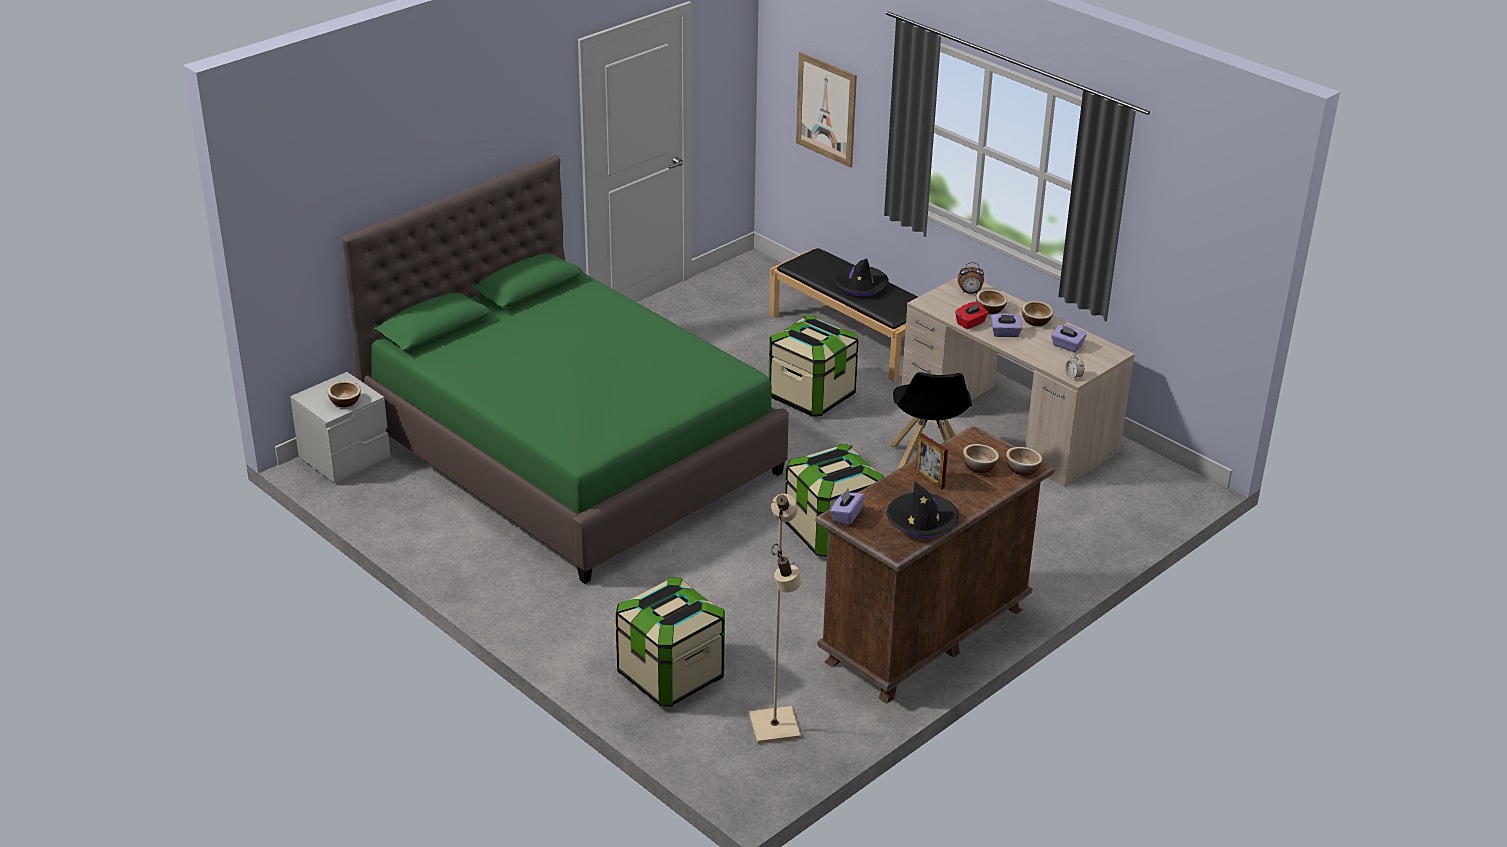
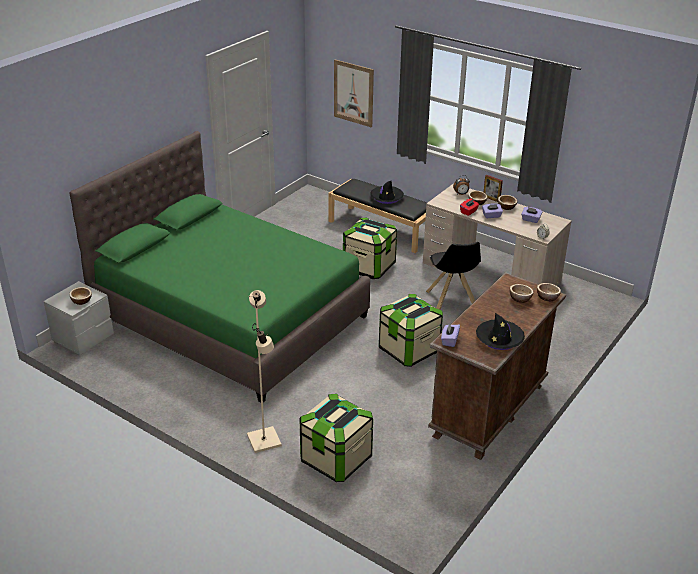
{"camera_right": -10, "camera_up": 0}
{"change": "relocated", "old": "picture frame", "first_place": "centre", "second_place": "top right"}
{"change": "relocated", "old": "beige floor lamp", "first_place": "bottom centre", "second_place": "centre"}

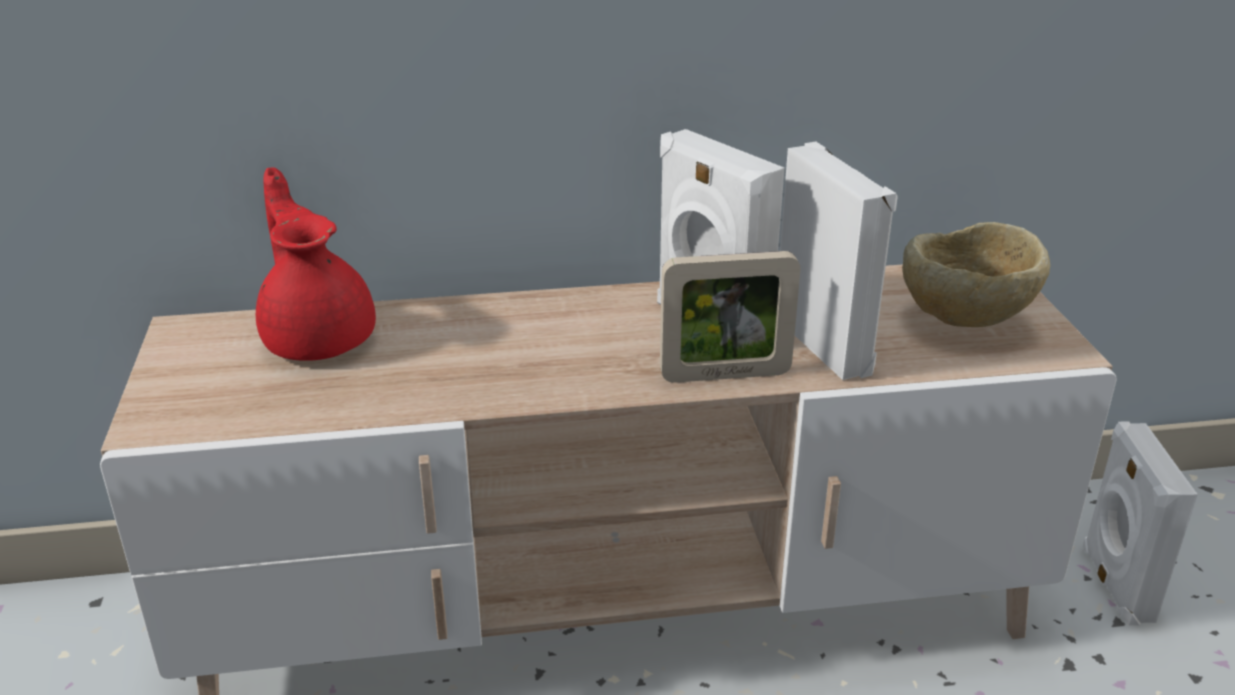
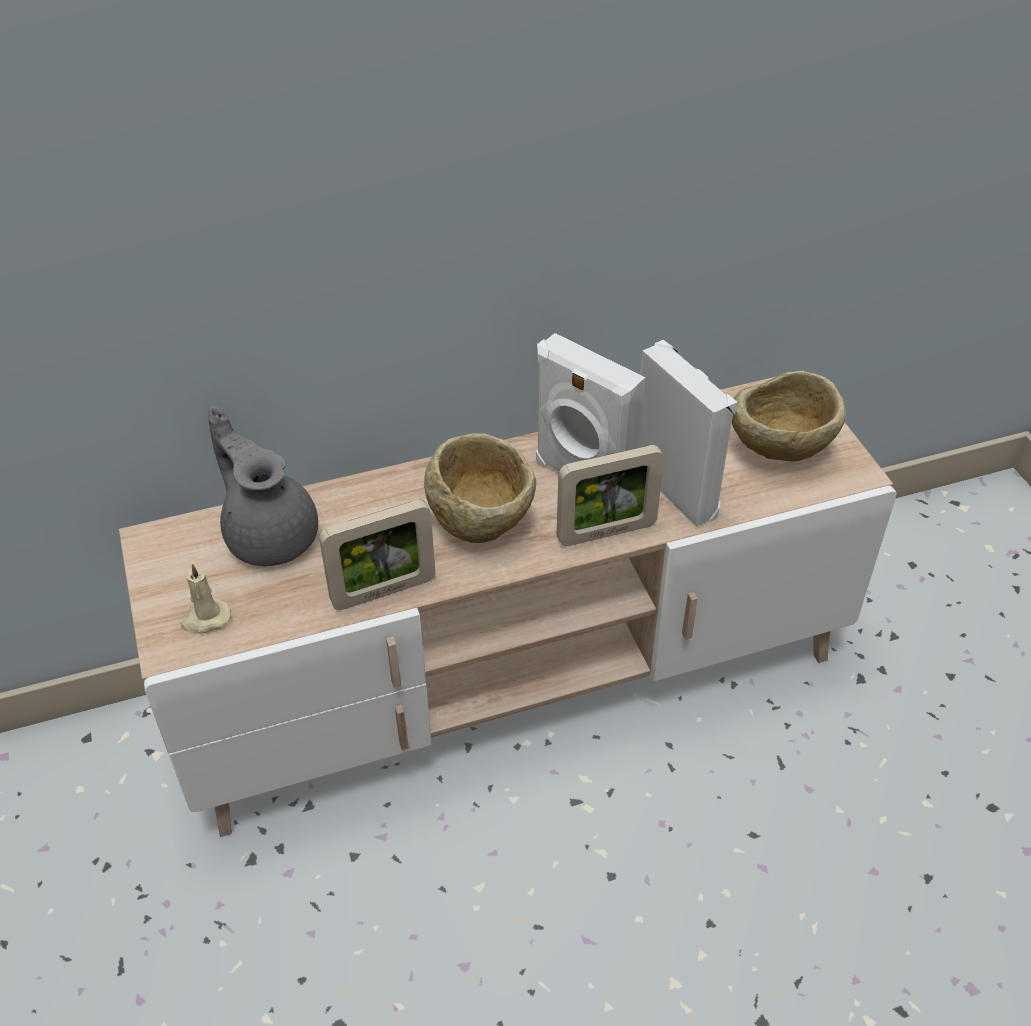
{"camera_right": -10, "camera_up": 15}
{"change": "colour", "old": "red teapot", "new": "grey teapot", "first_place": "middle left", "second_place": "middle left"}
{"change": "missing", "old": "white speaker (no. 3 from left)", "first_place": "bottom right"}
{"change": "appeared", "new": "beige bowl (no. 1 from left)", "second_place": "centre"}
{"change": "appeared", "new": "picture frame (no. 1 from left)", "second_place": "centre"}
{"change": "appeared", "new": "beige candle", "second_place": "middle left"}

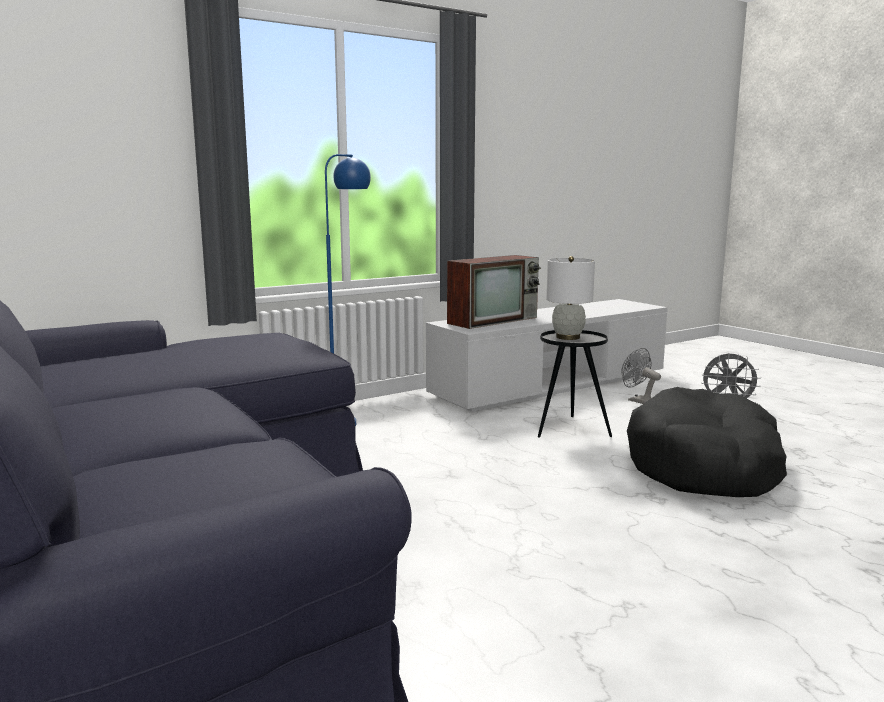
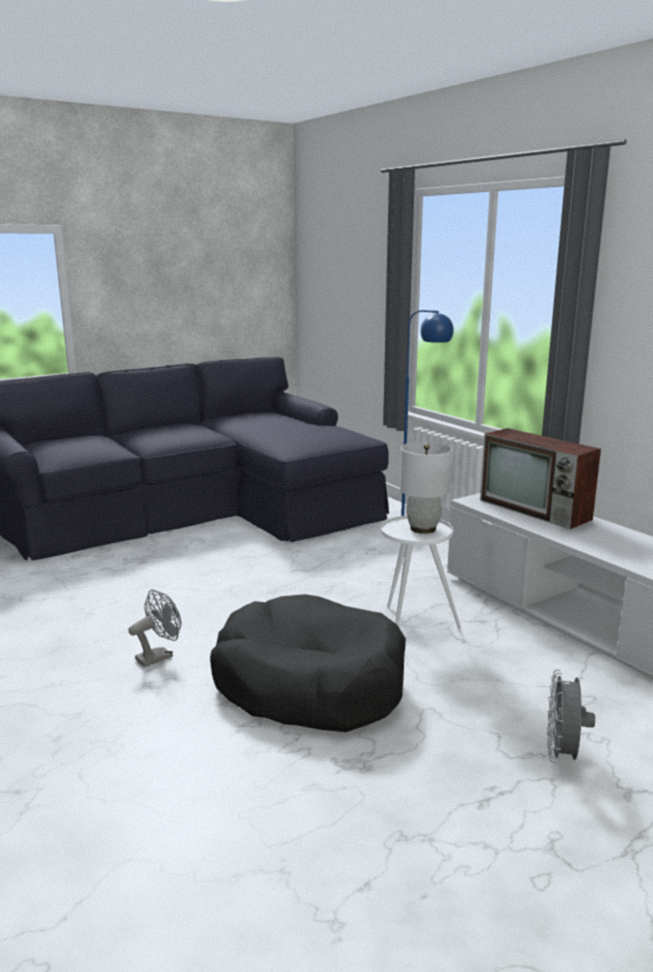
{"camera_right": 90, "camera_up": 5}
{"change": "colour", "old": "black side table", "new": "white side table", "first_place": "centre", "second_place": "centre"}
{"change": "relocated", "old": "grey fan (no. 1 from left)", "first_place": "middle right", "second_place": "middle left"}

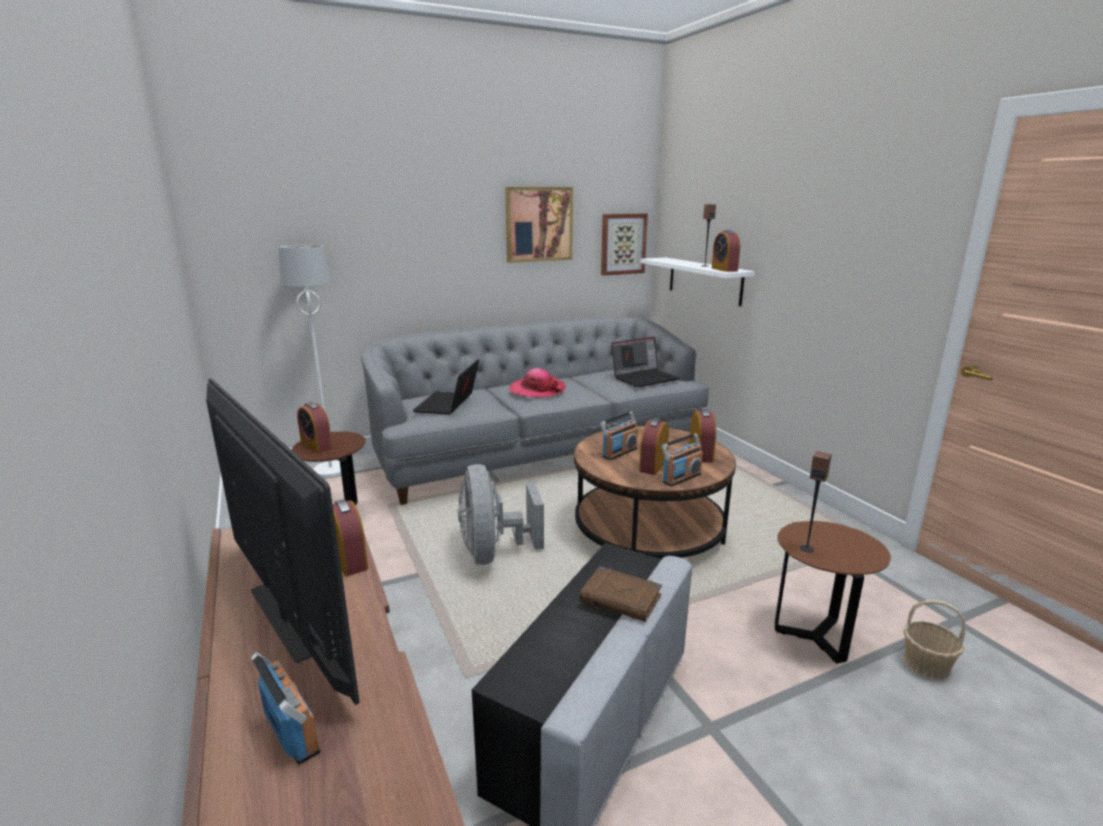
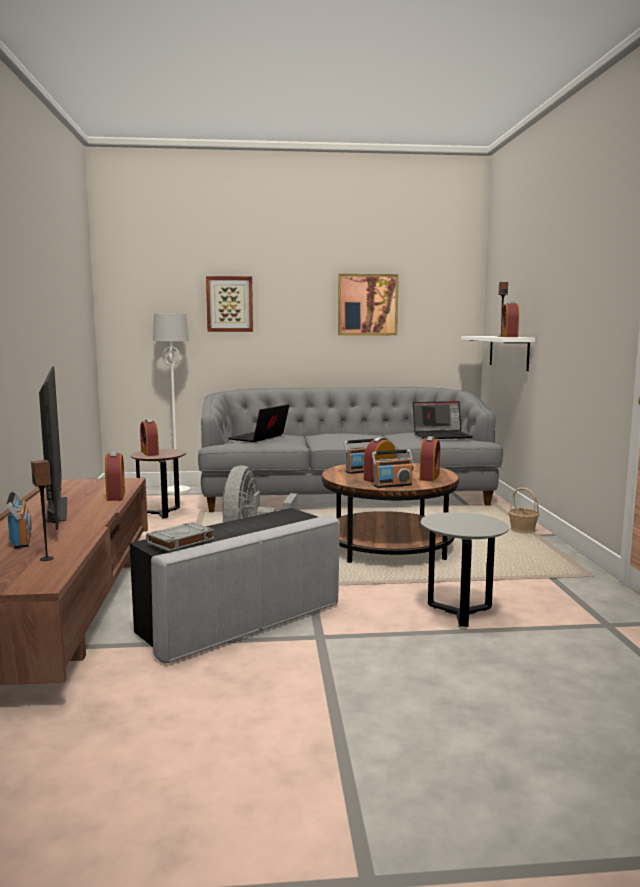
{"camera_right": 20, "camera_up": -10}
{"change": "relocated", "old": "picture (no. 2 from left in the first image)", "new": "picture (no. 1 from left)", "first_place": "top centre", "second_place": "centre"}
{"change": "missing", "old": "hat", "first_place": "centre"}
{"change": "relocated", "old": "speaker (no. 2 from left in the first image)", "new": "speaker (no. 1 from left)", "first_place": "middle right", "second_place": "middle left"}
{"change": "colour", "old": "brown side table (no. 2 from left)", "new": "grey side table", "first_place": "bottom right", "second_place": "middle right"}
{"change": "missing", "old": "brown book", "first_place": "bottom centre"}
{"change": "relocated", "old": "basket", "first_place": "bottom right", "second_place": "middle right"}
{"change": "appeared", "new": "grey book", "second_place": "middle left"}

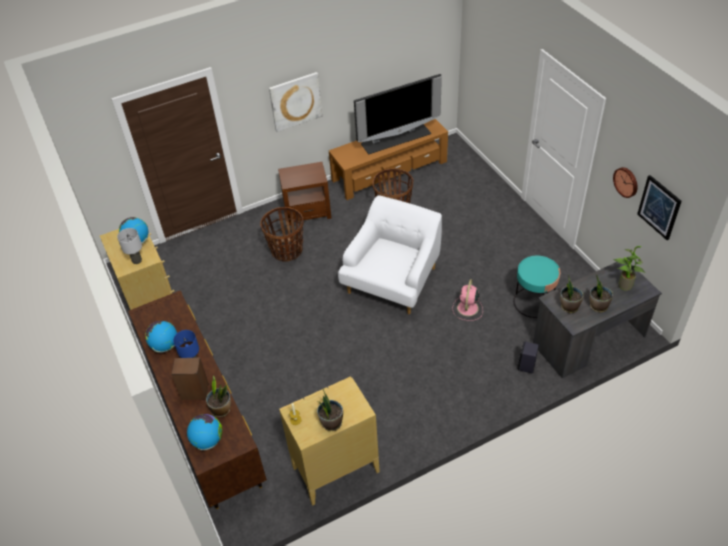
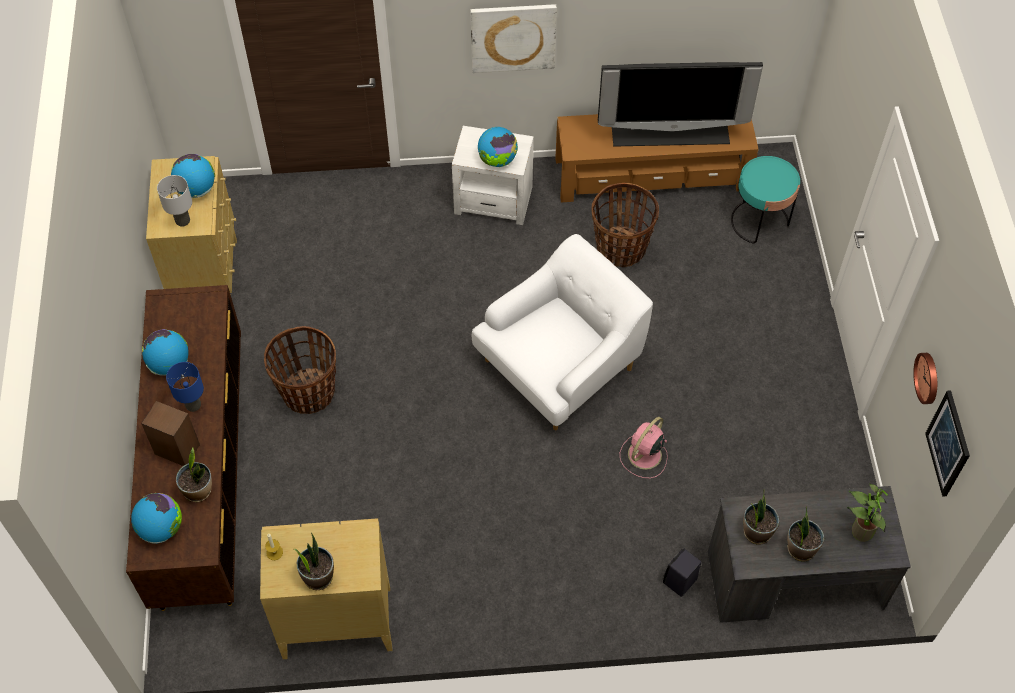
{"camera_right": 20, "camera_up": 10}
{"change": "colour", "old": "brown side table", "new": "white side table", "first_place": "centre", "second_place": "top centre"}
{"change": "relocated", "old": "basket (no. 1 from left)", "first_place": "centre", "second_place": "middle left"}
{"change": "relocated", "old": "turquoise side table", "first_place": "middle right", "second_place": "top right"}
{"change": "appeared", "new": "globe (no. 4 from left)", "second_place": "top centre"}

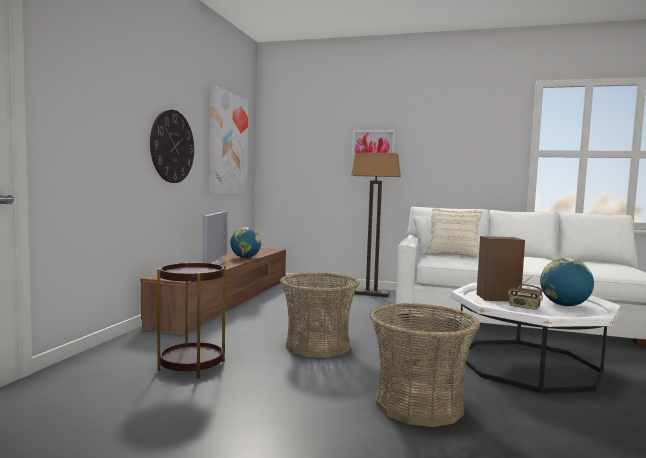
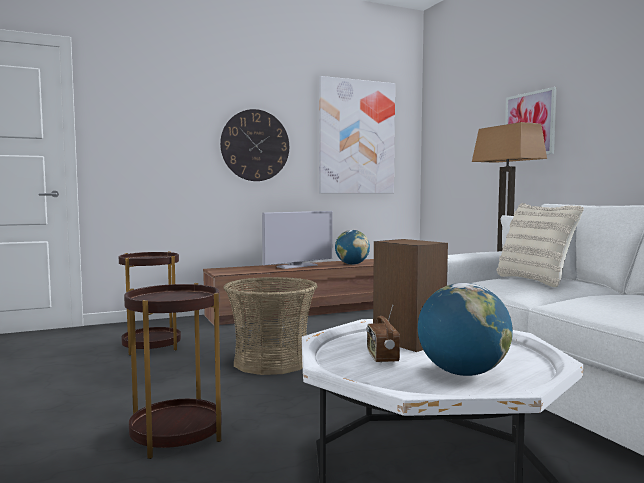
{"camera_right": 50, "camera_up": 0}
{"change": "exchanged", "old": "basket (no. 2 from left)", "new": "brown side table (no. 2 from left)", "first_place": "bottom centre", "second_place": "bottom left"}

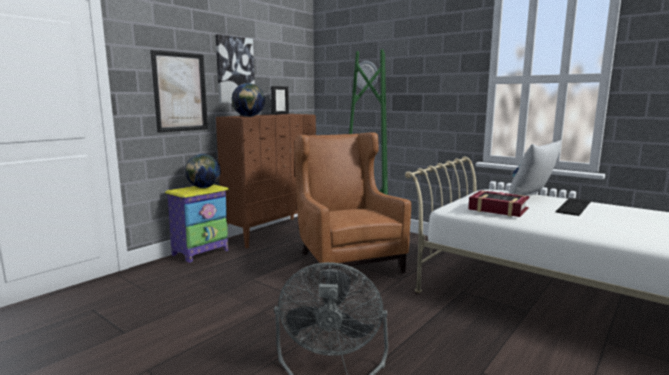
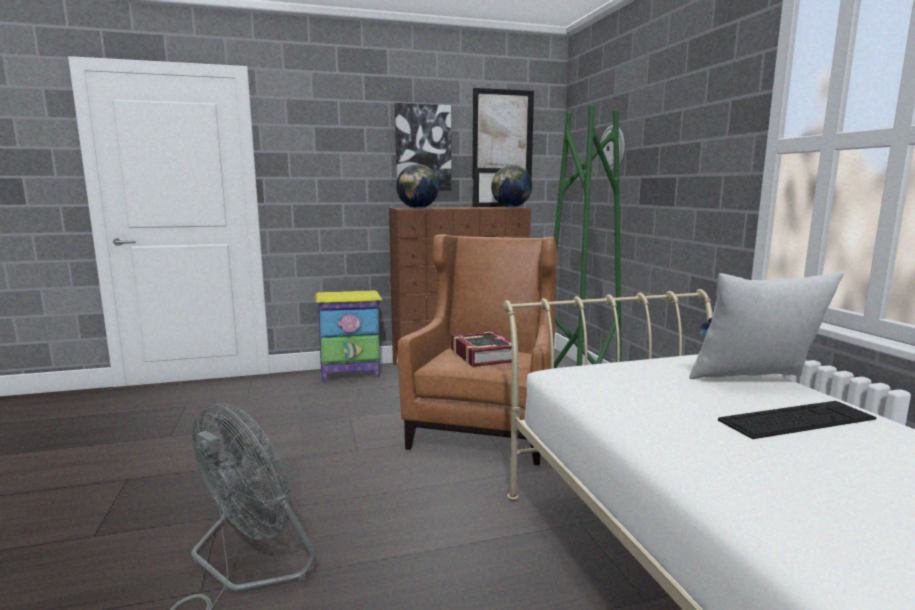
{"camera_right": 35, "camera_up": 0}
{"change": "relocated", "old": "picture (no. 1 from left in the first image)", "new": "picture (no. 2 from left)", "first_place": "top left", "second_place": "top centre"}
{"change": "relocated", "old": "globe (no. 1 from left in the first image)", "new": "globe (no. 2 from left)", "first_place": "middle left", "second_place": "top centre"}
{"change": "relocated", "old": "book", "first_place": "middle right", "second_place": "centre"}

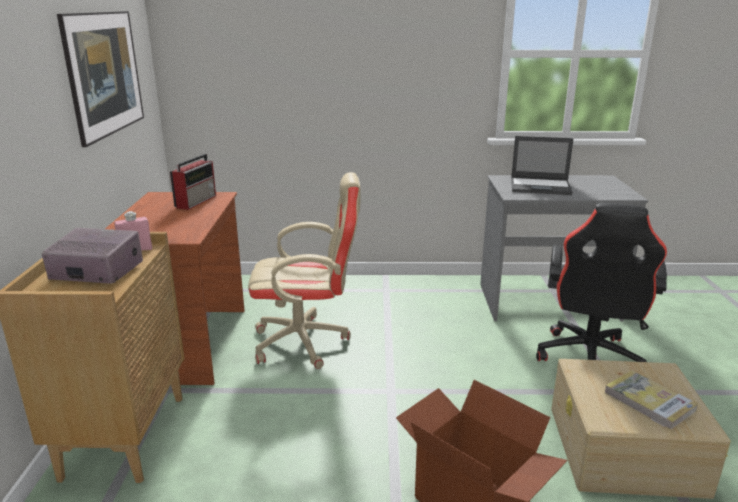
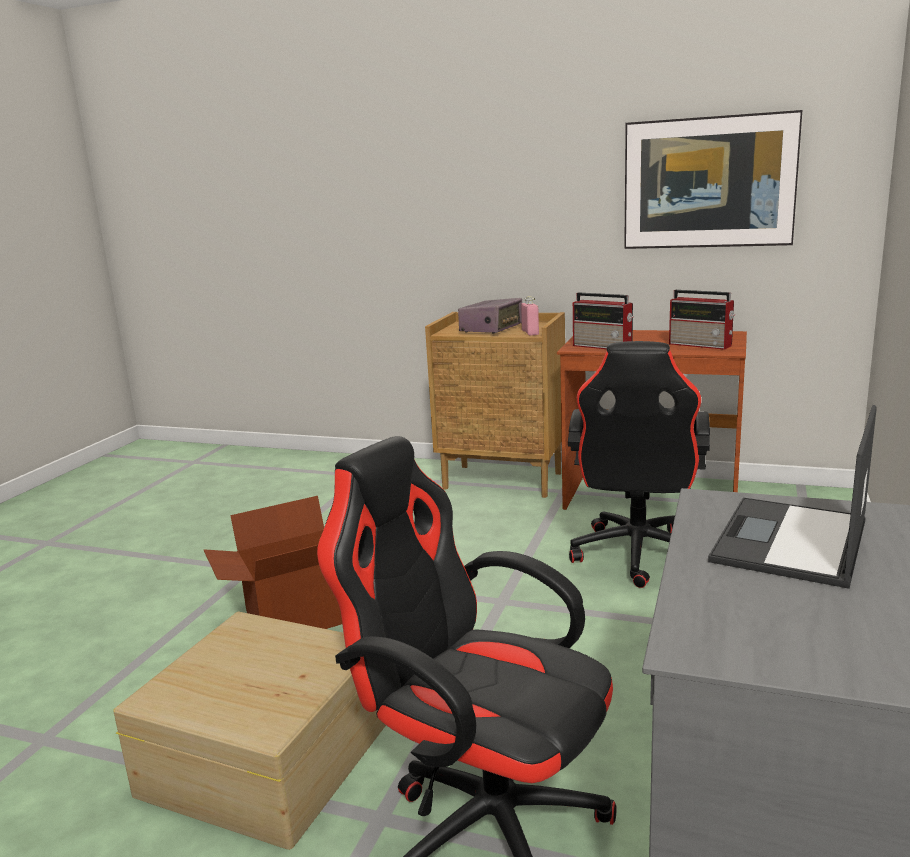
{"camera_right": 110, "camera_up": -5}
{"change": "colour", "old": "beige office chair", "new": "black office chair (no. 2 from left)", "first_place": "centre", "second_place": "middle right"}
{"change": "missing", "old": "book", "first_place": "bottom right"}
{"change": "appeared", "new": "radio (no. 2 from left)", "second_place": "centre"}

